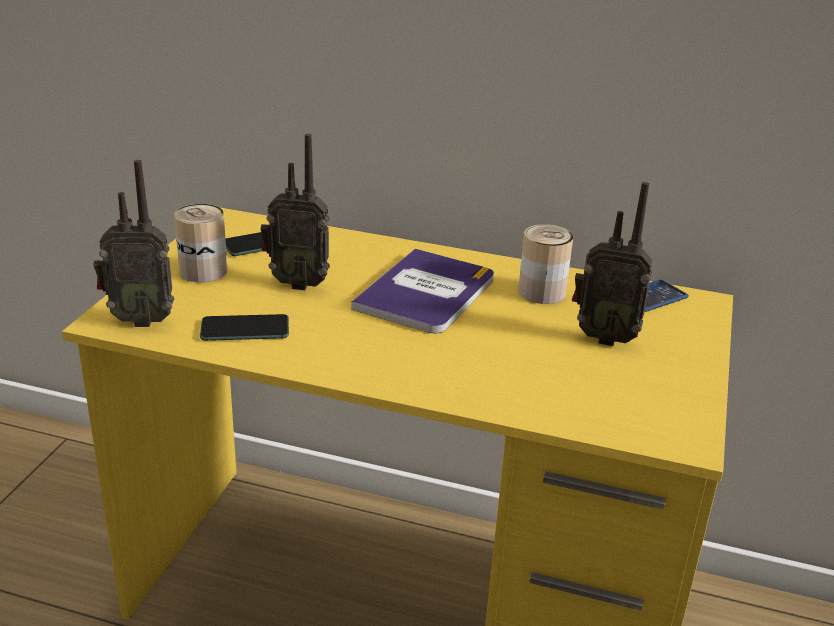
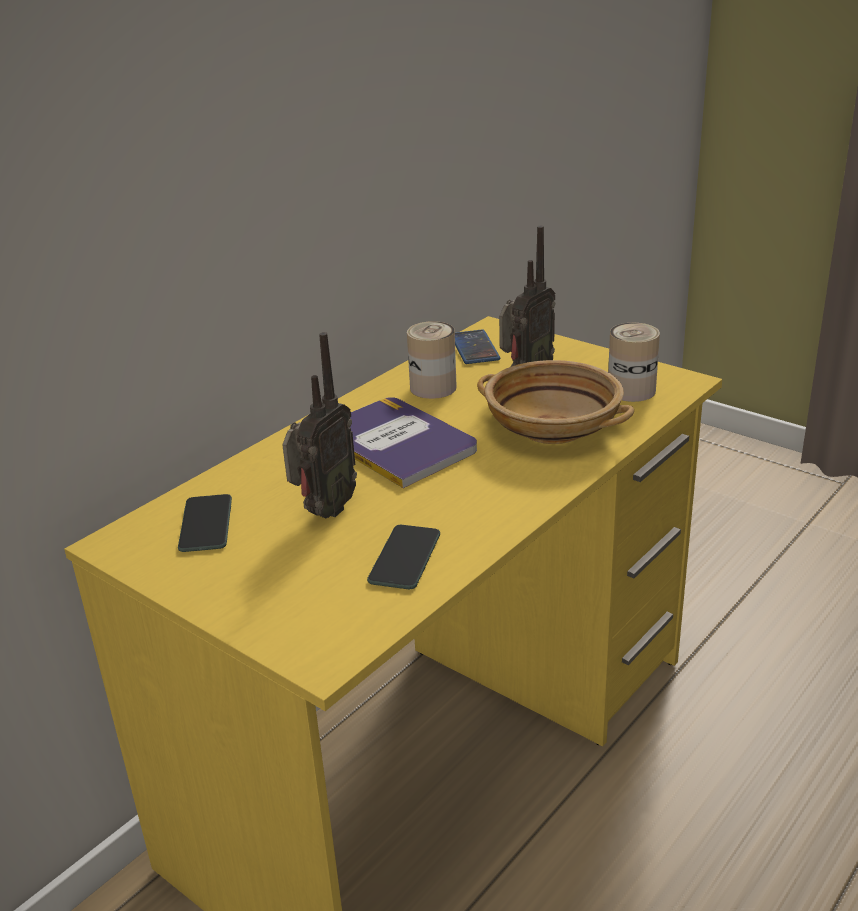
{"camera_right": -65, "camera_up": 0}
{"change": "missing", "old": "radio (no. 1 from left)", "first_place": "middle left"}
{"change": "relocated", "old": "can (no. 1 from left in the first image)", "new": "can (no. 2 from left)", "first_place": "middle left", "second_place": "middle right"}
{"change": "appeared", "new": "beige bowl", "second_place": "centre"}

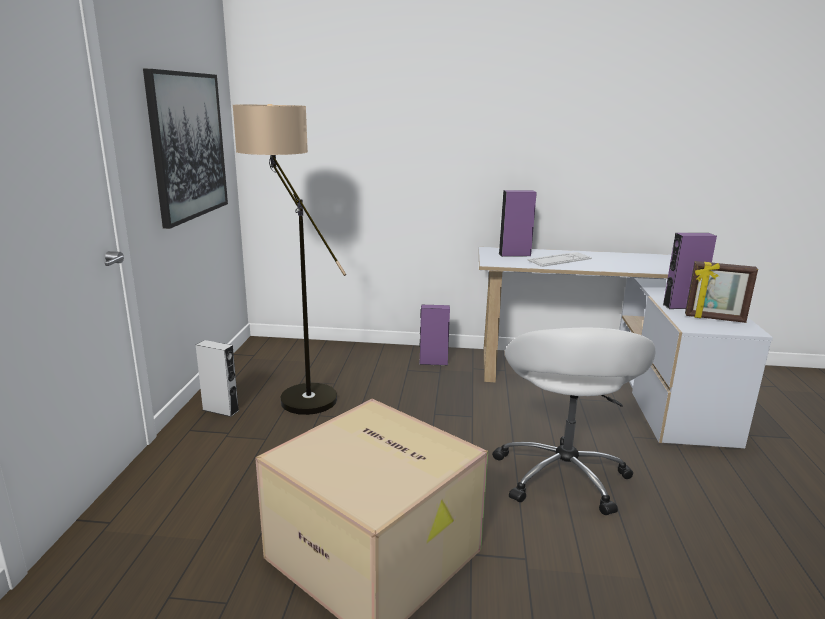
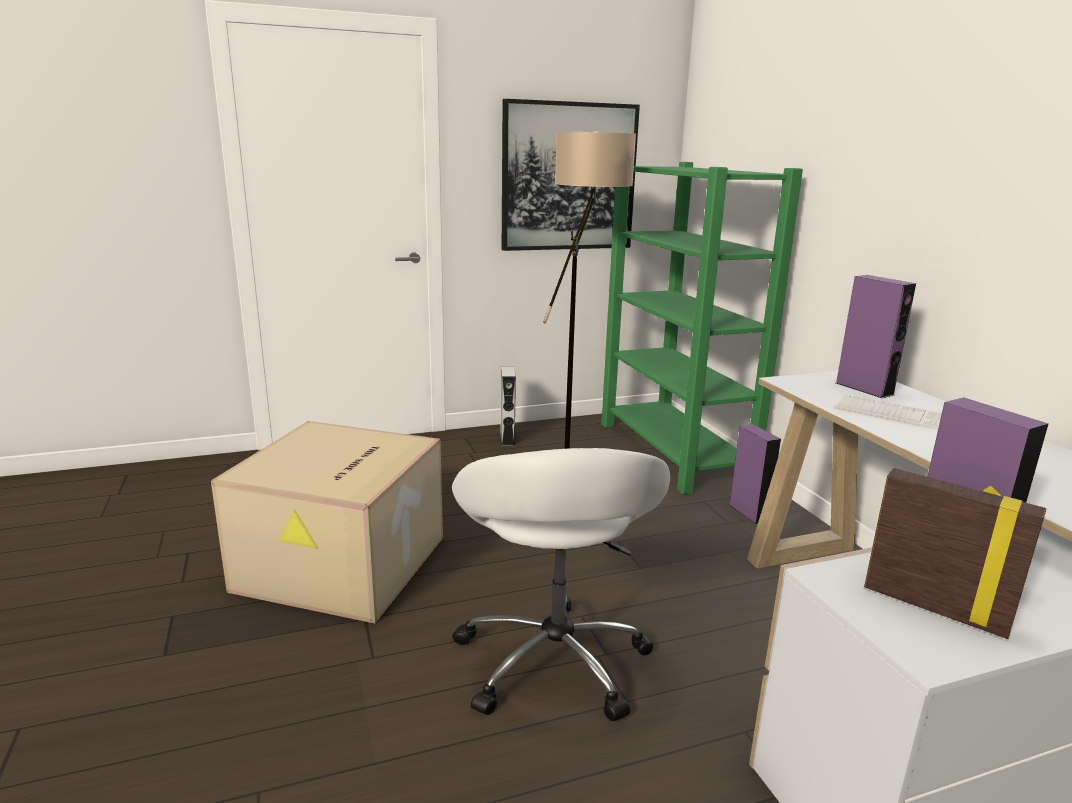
{"camera_right": 65, "camera_up": 0}
{"change": "spun", "old": "picture frame", "first_place": "middle right", "second_place": "bottom right", "degrees": 135}
{"change": "spun", "old": "white office chair", "first_place": "bottom right", "second_place": "bottom centre", "degrees": -75}
{"change": "appeared", "new": "green bookcase", "second_place": "centre"}

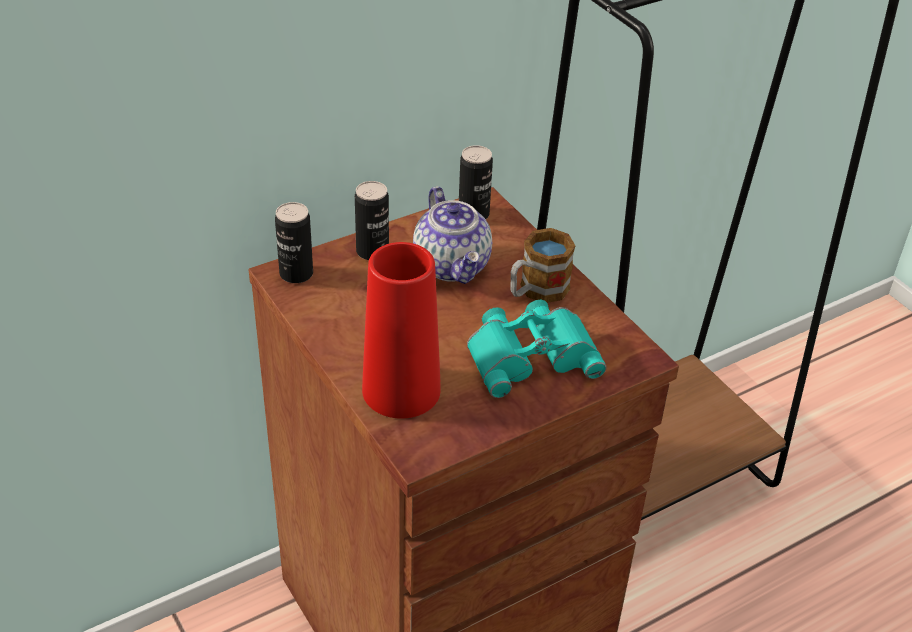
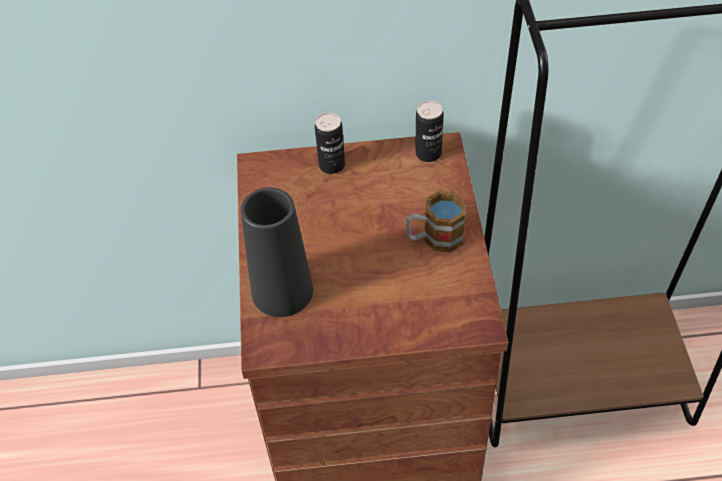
{"camera_right": 30, "camera_up": 10}
{"change": "missing", "old": "teapot", "first_place": "centre"}
{"change": "missing", "old": "can (no. 1 from left)", "first_place": "middle left"}
{"change": "colour", "old": "red vase", "new": "black vase", "first_place": "centre", "second_place": "centre"}
{"change": "missing", "old": "turquoise binoculars", "first_place": "centre"}

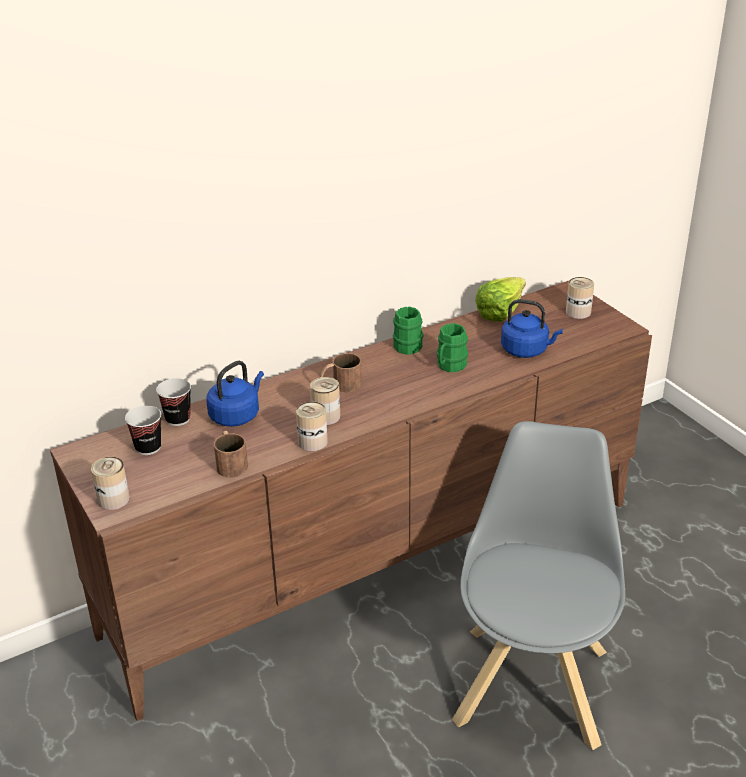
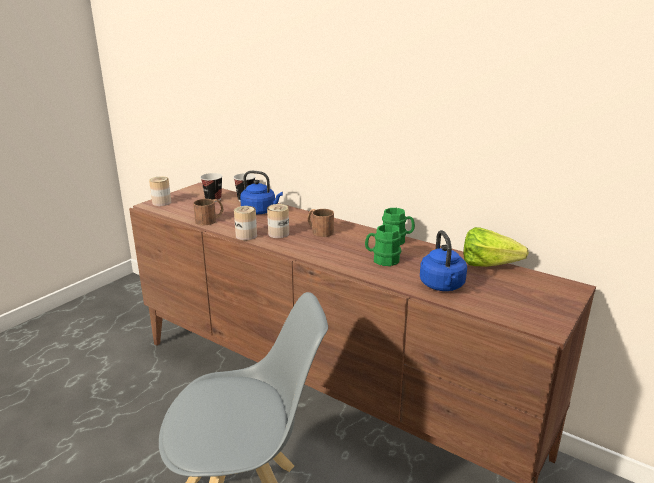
{"camera_right": 65, "camera_up": -10}
{"change": "missing", "old": "can (no. 4 from left)", "first_place": "middle right"}

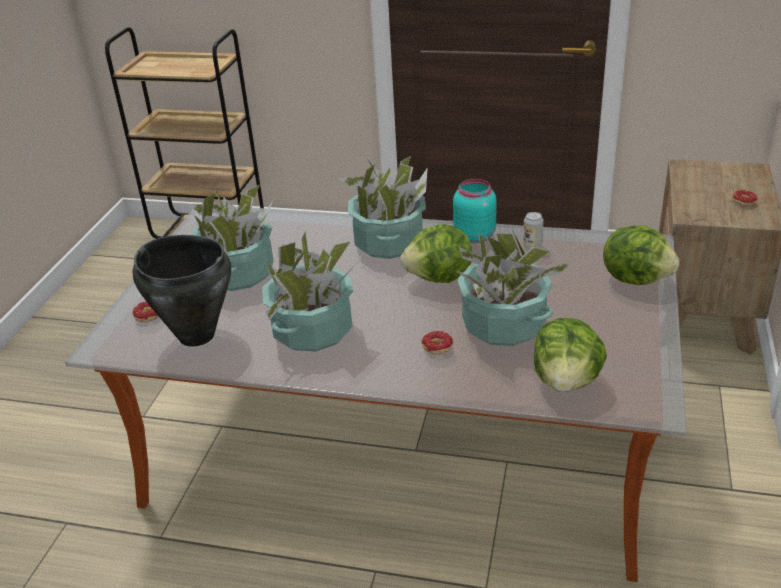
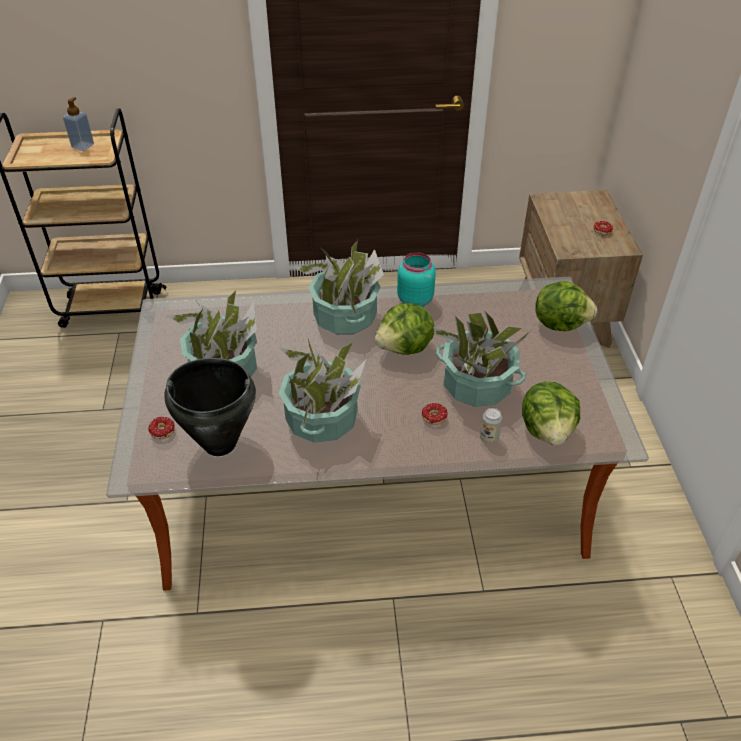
{"camera_right": -20, "camera_up": 10}
{"change": "relocated", "old": "can", "first_place": "middle right", "second_place": "centre"}
{"change": "appeared", "new": "soap dispenser", "second_place": "top left"}

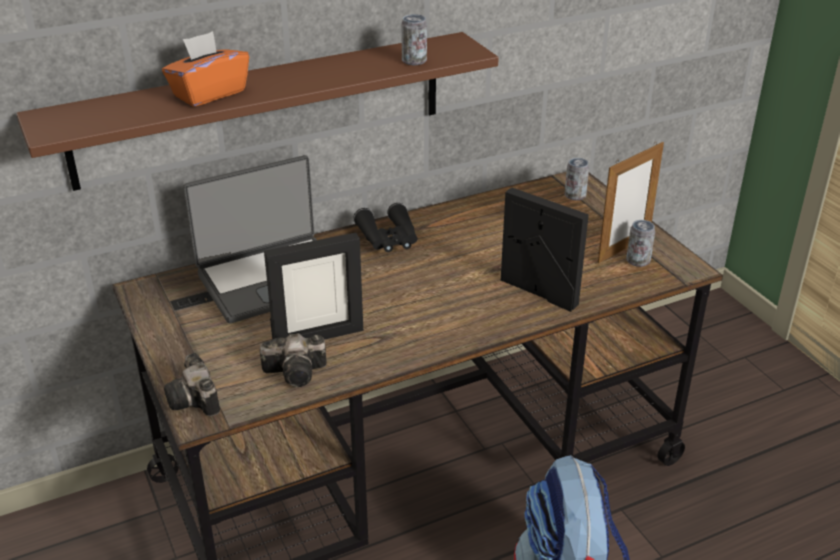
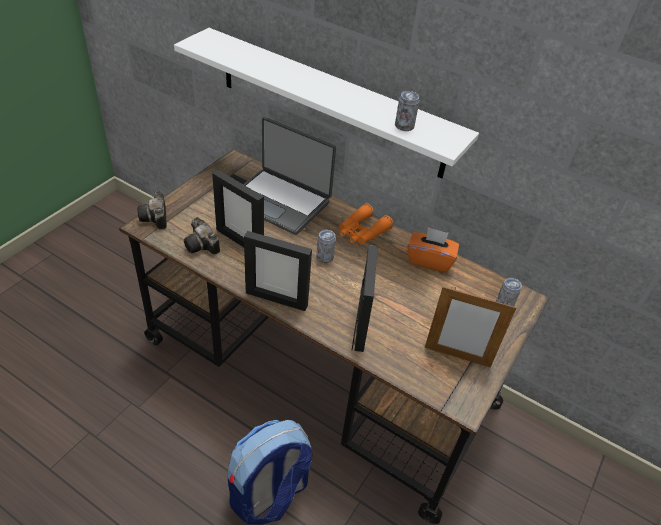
{"camera_right": 55, "camera_up": 10}
{"change": "relocated", "old": "orange tissue box", "first_place": "top left", "second_place": "centre"}
{"change": "colour", "old": "brown shelf", "new": "white shelf", "first_place": "top left", "second_place": "top centre"}
{"change": "colour", "old": "black binoculars", "new": "orange binoculars", "first_place": "centre", "second_place": "centre"}
{"change": "relocated", "old": "can (no. 3 from left in the first image)", "new": "can (no. 1 from left)", "first_place": "middle right", "second_place": "centre"}
{"change": "spun", "old": "photo camera (no. 1 from left)", "first_place": "bottom left", "second_place": "middle left", "degrees": -45}
{"change": "appeared", "new": "picture frame (no. 2 from left)", "second_place": "centre"}

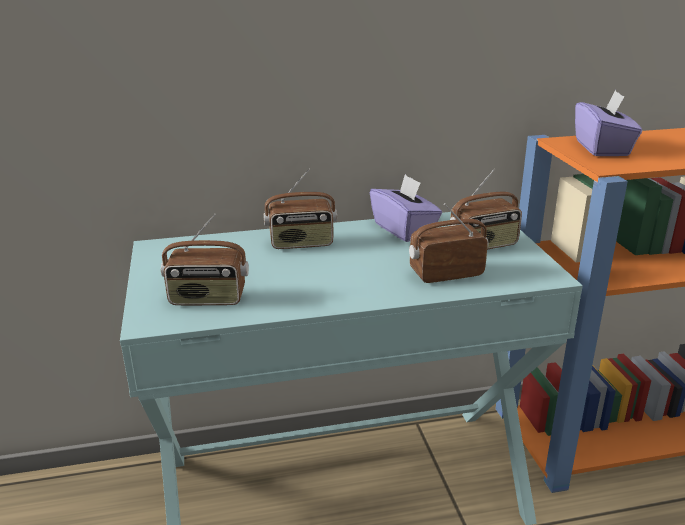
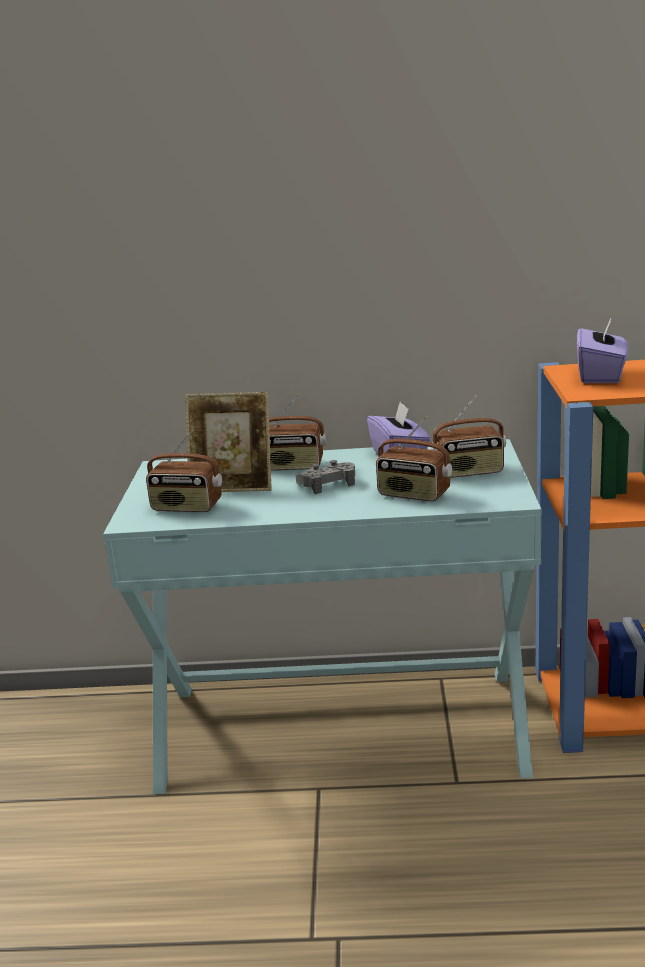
{"camera_right": 15, "camera_up": -5}
{"change": "spun", "old": "radio (no. 3 from left)", "first_place": "centre", "second_place": "centre", "degrees": -150}
{"change": "appeared", "new": "picture frame", "second_place": "centre"}
{"change": "appeared", "new": "grey game controller", "second_place": "centre"}

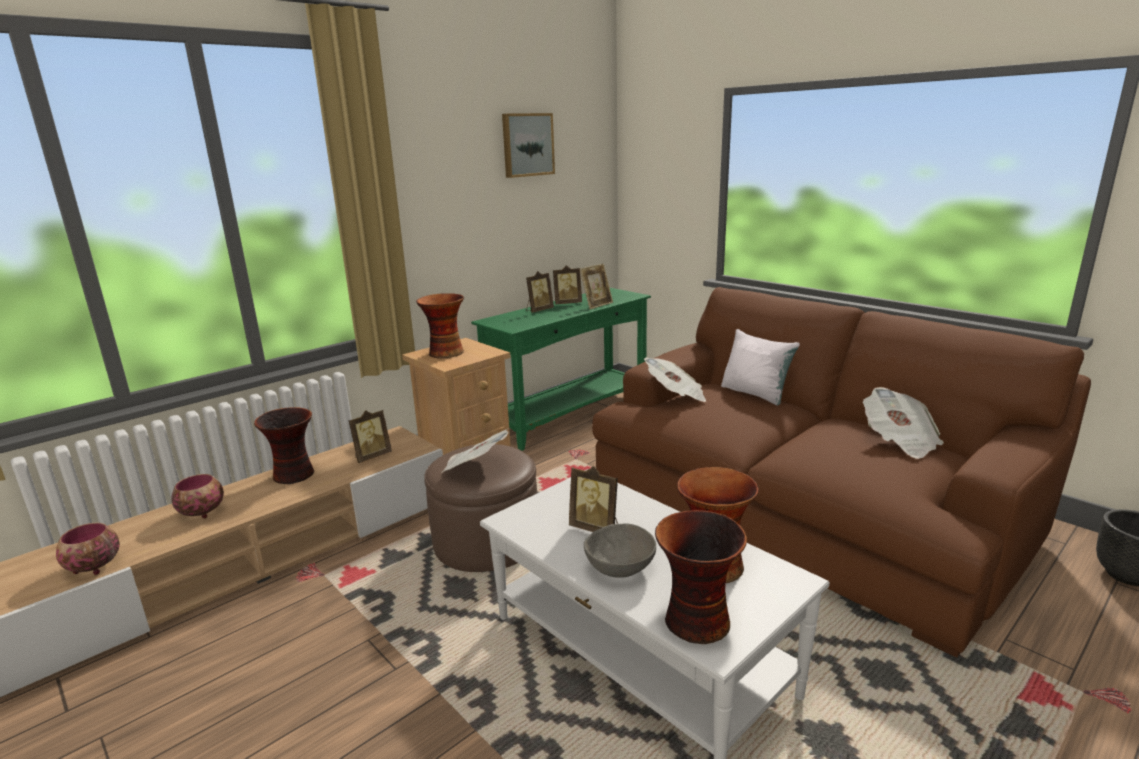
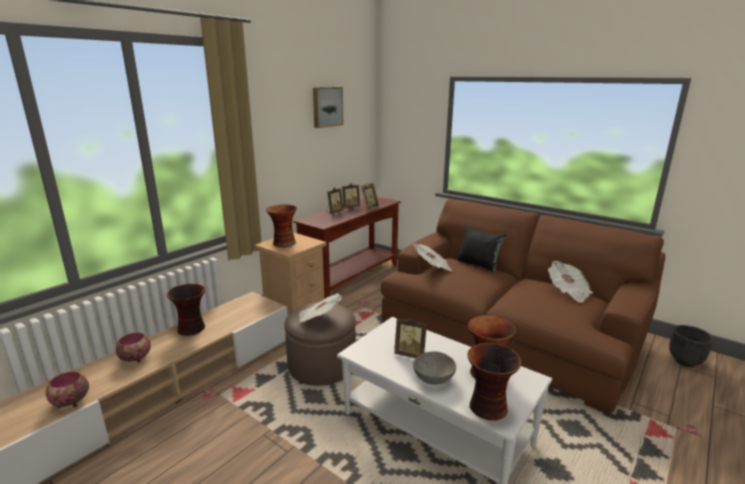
{"camera_right": -10, "camera_up": 0}
{"change": "colour", "old": "green console table", "new": "brown console table", "first_place": "centre", "second_place": "centre"}
{"change": "colour", "old": "white pillow", "new": "black pillow", "first_place": "middle right", "second_place": "centre"}
{"change": "missing", "old": "picture frame (no. 1 from left)", "first_place": "middle left"}

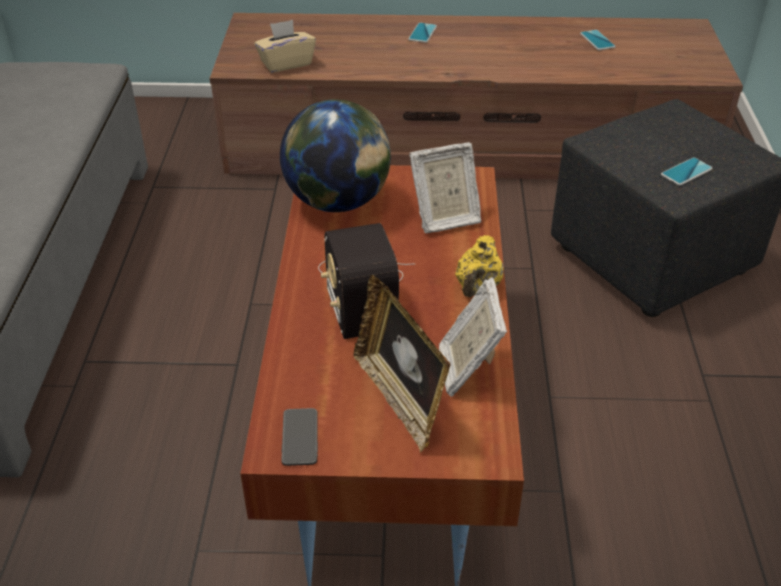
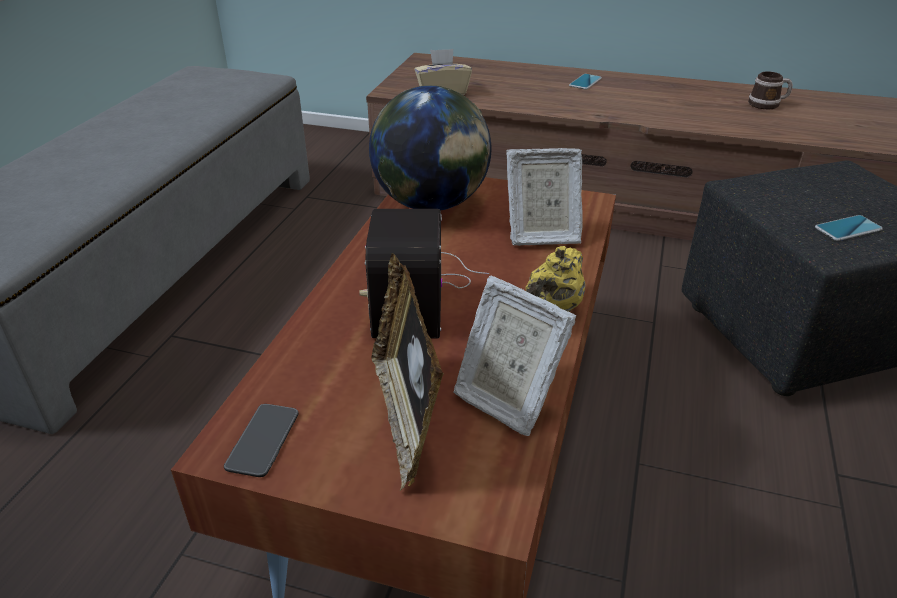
{"camera_right": 15, "camera_up": -5}
{"change": "exchanged", "old": "phone (no. 3 from left)", "new": "mug", "first_place": "top right", "second_place": "top right"}
{"change": "spun", "old": "picture frame (no. 3 from left in the first image)", "first_place": "centre", "second_place": "centre", "degrees": -60}

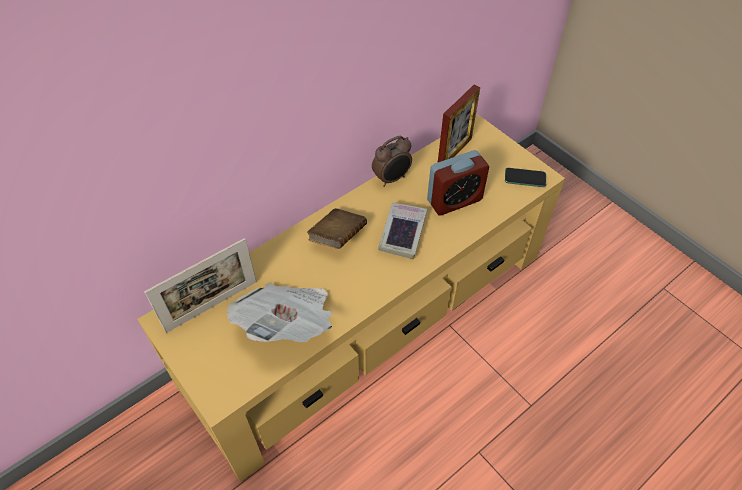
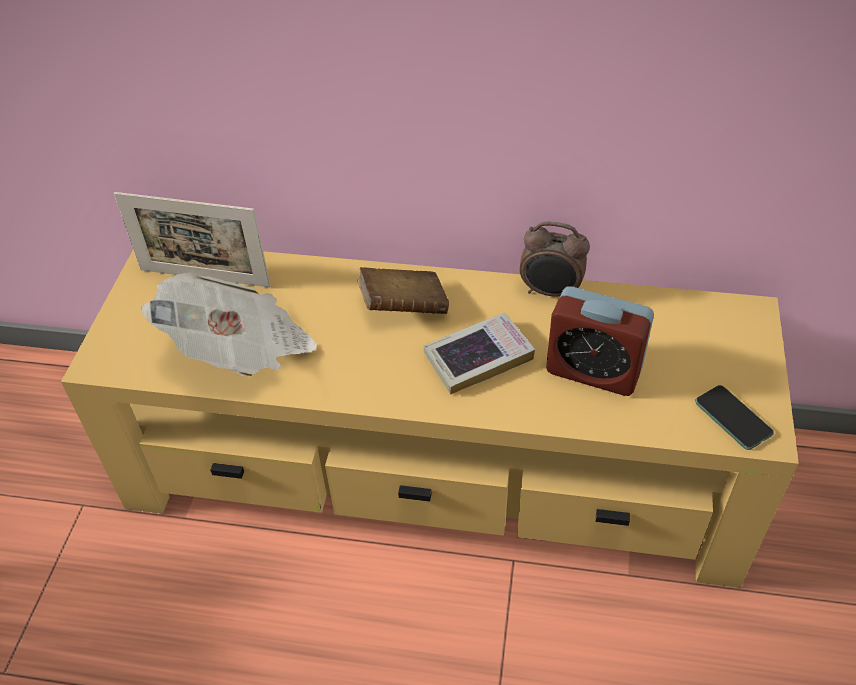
{"camera_right": 50, "camera_up": -5}
{"change": "missing", "old": "picture frame (no. 2 from left)", "first_place": "top centre"}

